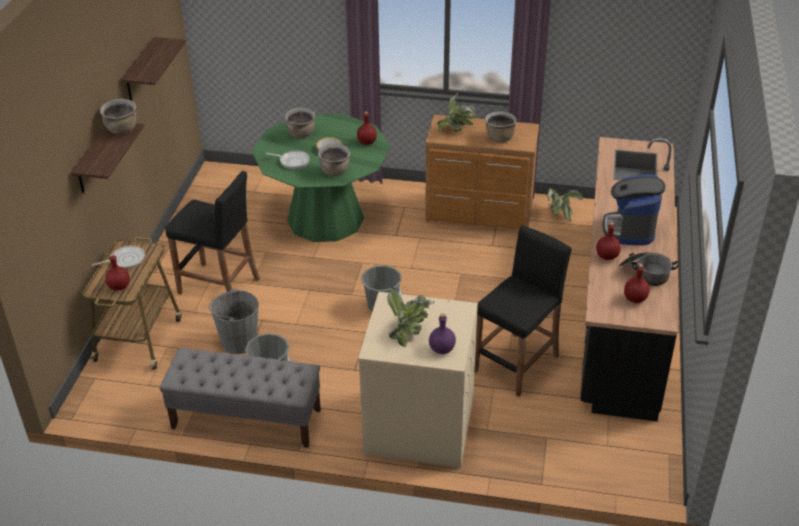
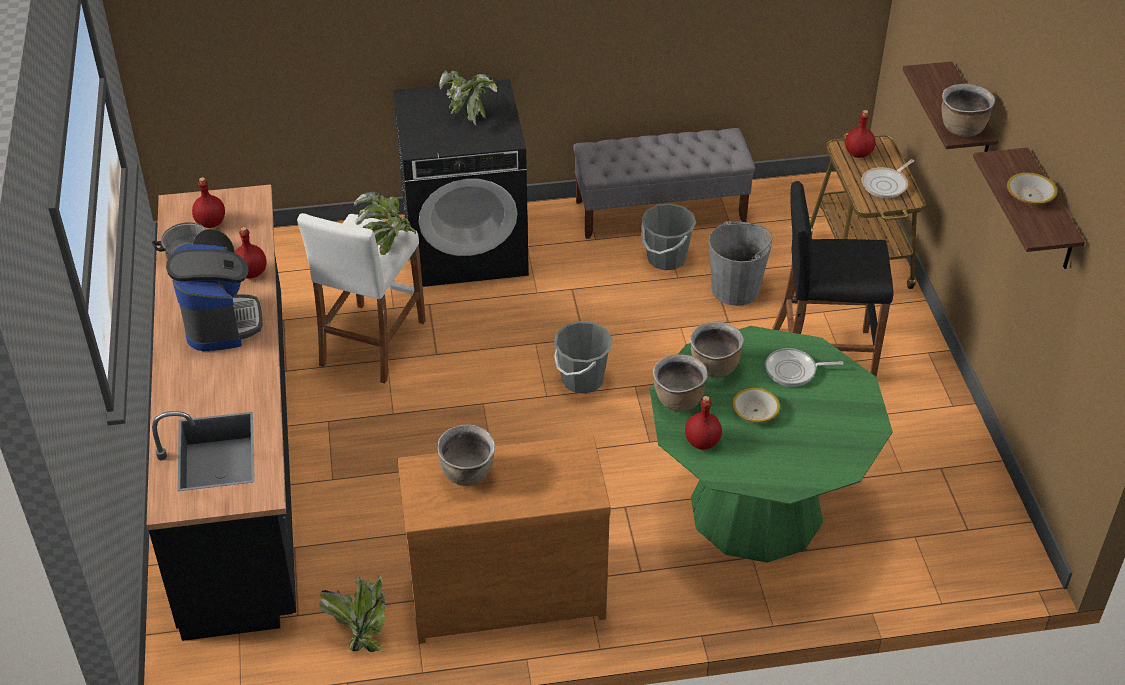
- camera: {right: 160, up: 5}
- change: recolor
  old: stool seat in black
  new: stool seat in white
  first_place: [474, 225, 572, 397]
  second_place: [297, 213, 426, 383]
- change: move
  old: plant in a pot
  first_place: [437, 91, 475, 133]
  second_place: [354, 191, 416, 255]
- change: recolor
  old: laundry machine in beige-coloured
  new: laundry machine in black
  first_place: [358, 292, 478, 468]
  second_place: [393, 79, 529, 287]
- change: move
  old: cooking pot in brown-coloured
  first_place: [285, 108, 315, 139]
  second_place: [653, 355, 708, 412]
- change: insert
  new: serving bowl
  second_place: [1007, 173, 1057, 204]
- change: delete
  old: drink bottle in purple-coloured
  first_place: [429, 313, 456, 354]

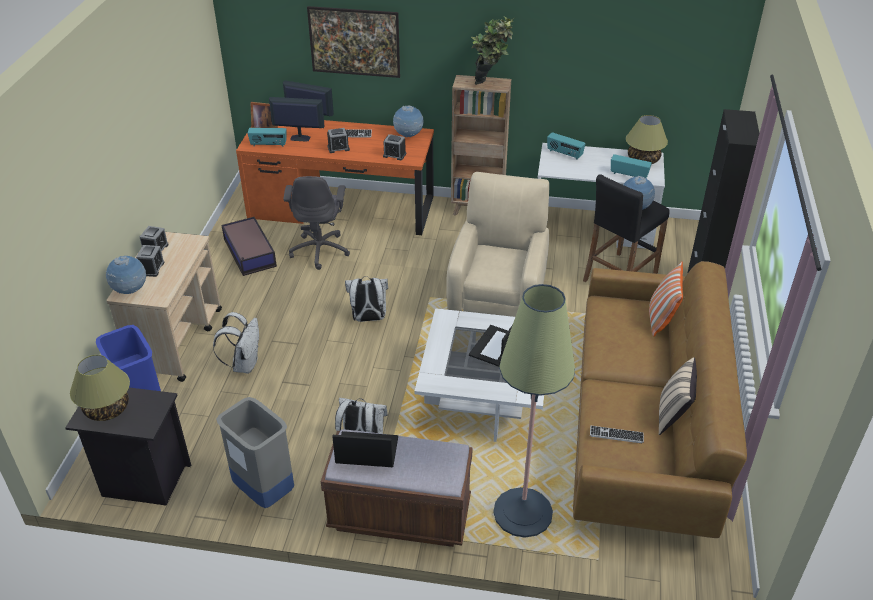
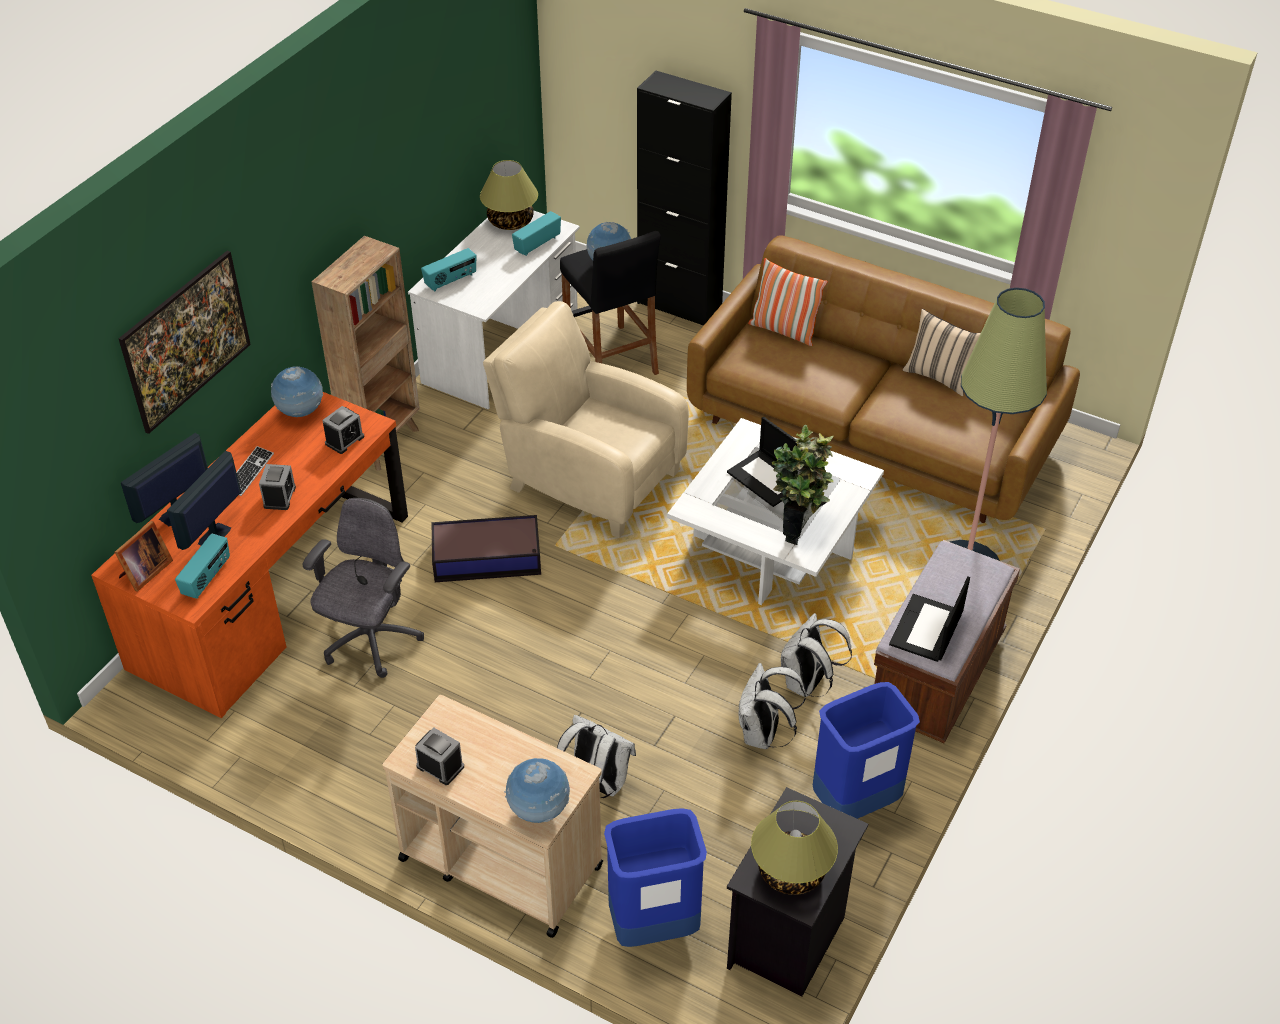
- camera: {right: -70, up: 5}
- change: rotate
  old: office chair in greyish
  first_place: [283, 176, 350, 270]
  second_place: [303, 498, 424, 678]
  degrees: -90
- change: move
  old: storage bin
  first_place: [222, 217, 277, 276]
  second_place: [431, 515, 541, 582]
- change: move
  old: rucksack in white
  first_place: [345, 276, 388, 322]
  second_place: [739, 663, 806, 749]
- change: move
  old: plant in a pot
  first_place: [471, 17, 514, 85]
  second_place: [772, 424, 833, 545]
- change: recolor
  old: waste bin in greyish
  new: waste bin in blue
  first_place: [216, 397, 294, 508]
  second_place: [813, 682, 920, 819]
- change: delete
  old: bedside clock
  first_place: [136, 245, 164, 277]
- change: delete
  old: keyboard
  first_place: [590, 426, 644, 443]

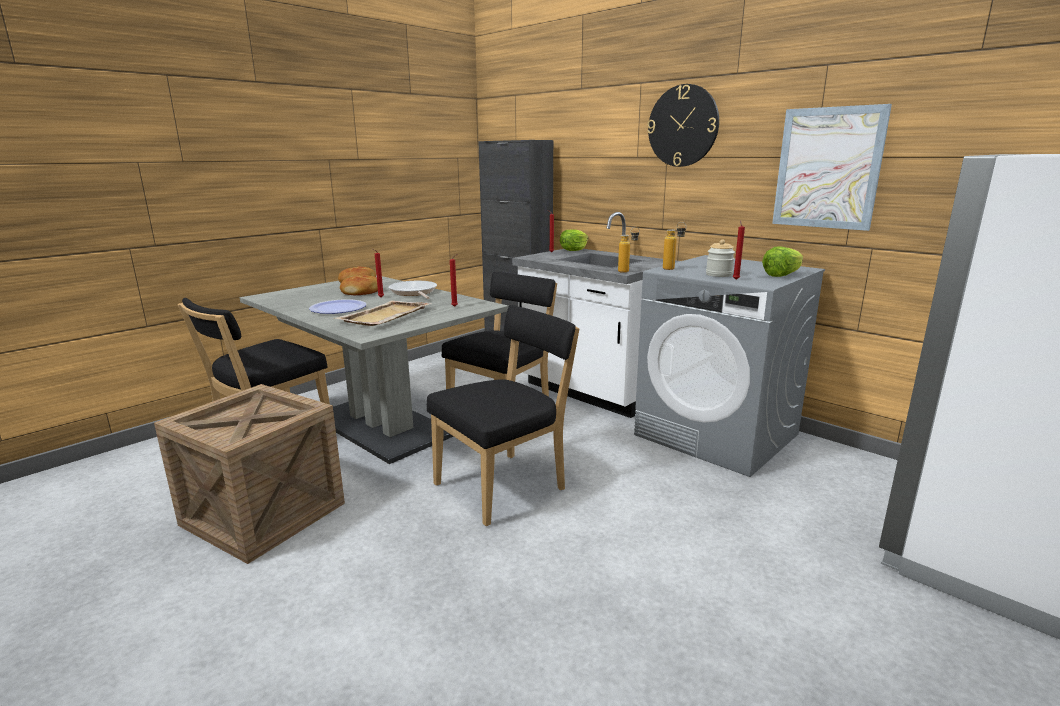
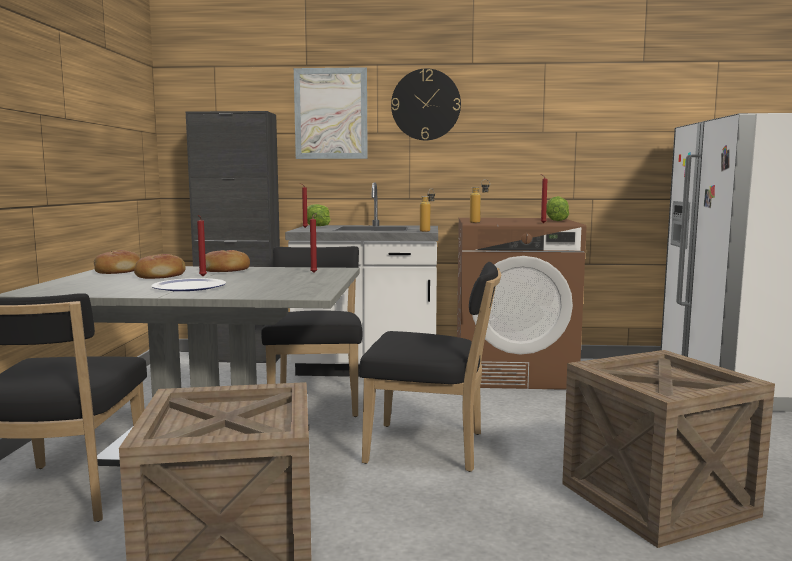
- camera: {right: -40, up: -10}
- change: replace
  old: pan
  new: bakery bread
  first_place: [388, 281, 437, 299]
  second_place: [205, 250, 250, 272]
- change: move
  old: picture
  first_place: [772, 104, 892, 231]
  second_place: [294, 67, 368, 159]
- change: rotate
  old: plain chair in black
  first_place: [427, 305, 579, 526]
  second_place: [359, 262, 501, 472]
  degrees: 90
- change: recolor
  old: laundry machine in greyish
  new: laundry machine in brown-coloured
  first_place: [634, 255, 825, 477]
  second_place: [457, 218, 586, 390]
- change: insert
  new: crate
  second_place: [562, 350, 775, 548]
- change: delete
  old: serving tray in beige-coloured
  first_place: [334, 300, 432, 326]
- change: delete
  old: preserve jar
  first_place: [706, 239, 735, 277]

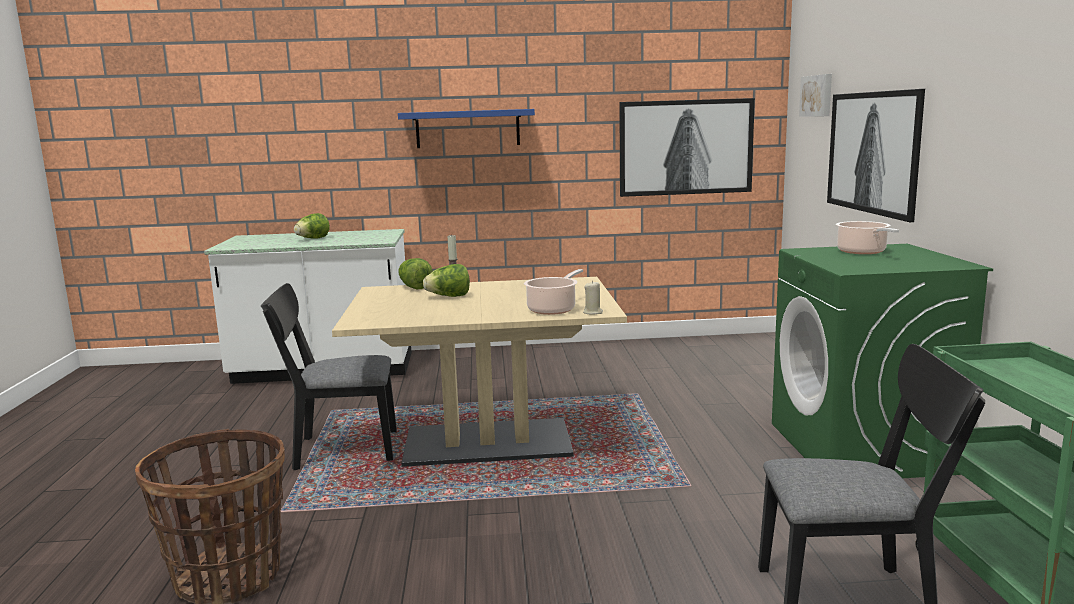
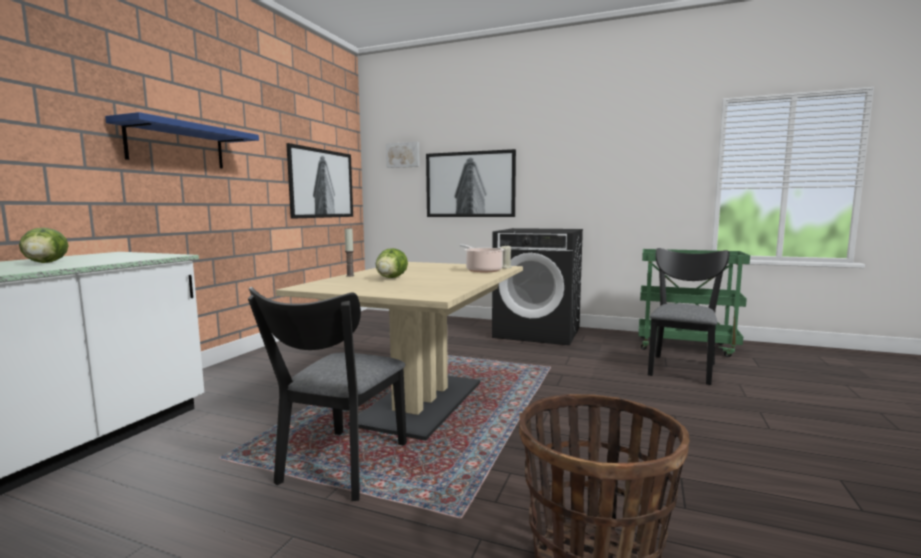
- camera: {right: -65, up: -5}
- change: recolor
  old: laundry machine in green-coloured
  new: laundry machine in black
  first_place: [772, 244, 993, 478]
  second_place: [492, 228, 583, 345]
- change: delete
  old: head of lettuce
  first_place: [398, 258, 433, 289]
- change: delete
  old: cooking pot
  first_place: [836, 221, 899, 254]

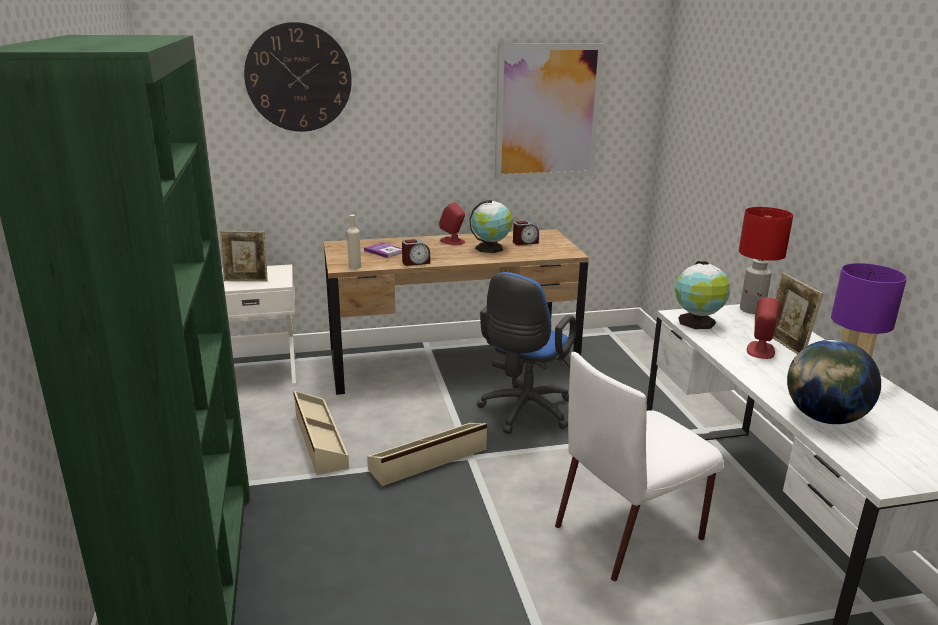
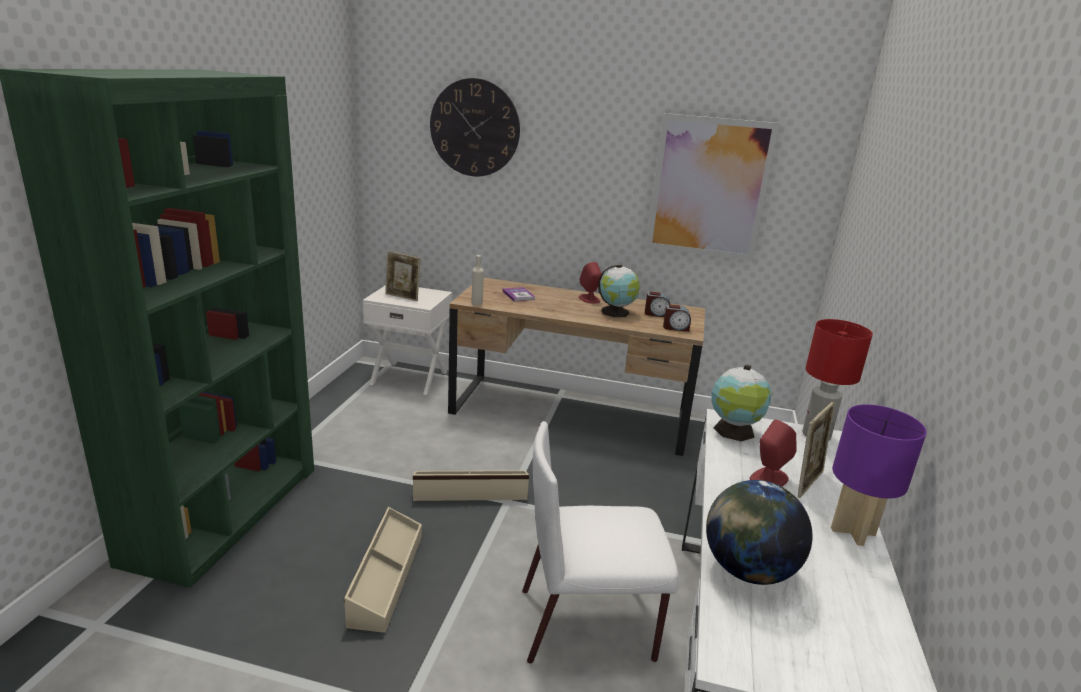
- camera: {right: 25, up: 0}
- change: move
  old: storage bin in beige-coloured
  first_place: [293, 391, 349, 475]
  second_place: [344, 507, 422, 633]
- change: move
  old: bedside clock
  first_place: [402, 239, 430, 266]
  second_place: [663, 304, 691, 332]
- change: rotate
  old: photo frame
  first_place: [773, 272, 823, 354]
  second_place: [798, 402, 835, 498]
  degrees: -150
- change: delete
  old: office chair in blue
  first_place: [477, 272, 577, 434]

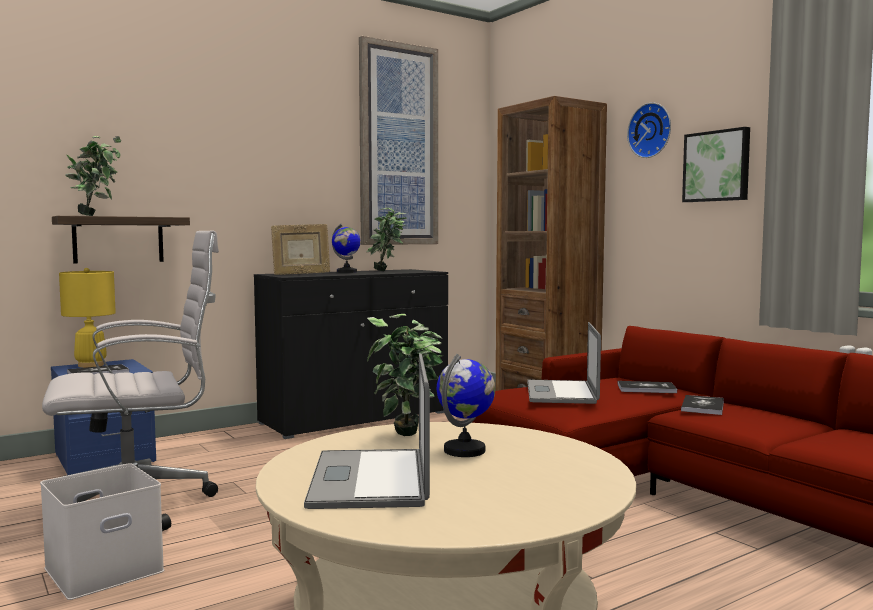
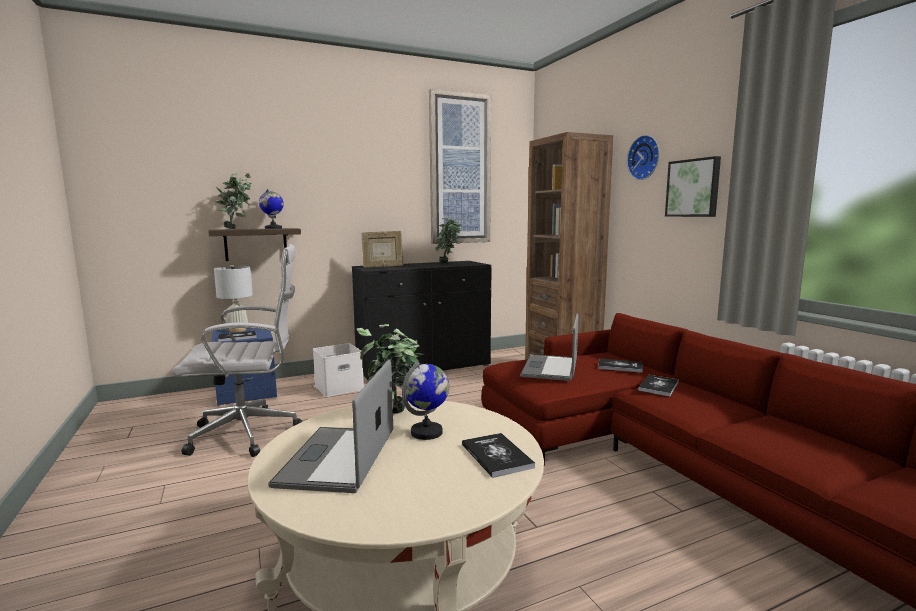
- camera: {right: 10, up: 5}
- change: recolor
  old: lamp for a table in yellowish
  new: lamp for a table in white
  first_place: [59, 268, 116, 368]
  second_place: [214, 265, 253, 332]
- change: move
  old: globe
  first_place: [332, 224, 360, 273]
  second_place: [259, 189, 284, 229]
- change: move
  old: storage bin in white
  first_place: [40, 463, 164, 600]
  second_place: [313, 343, 364, 397]
- change: insert
  new: volume
  second_place: [462, 433, 535, 478]

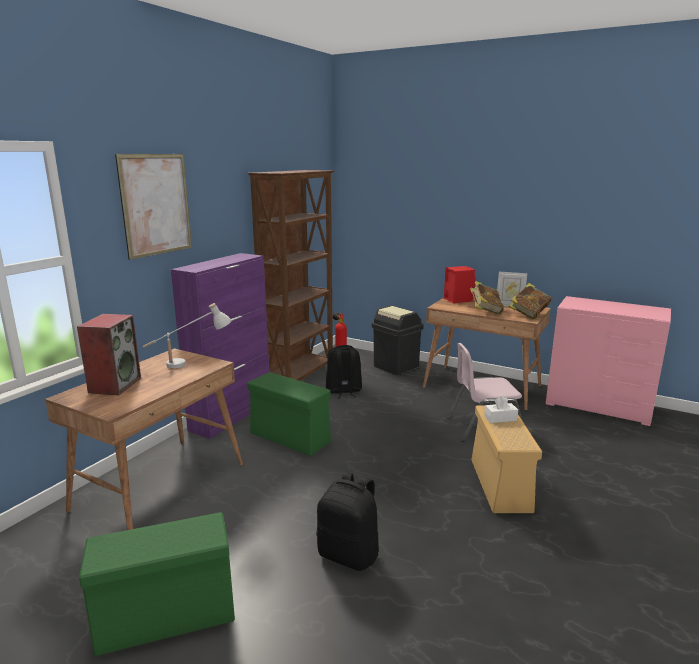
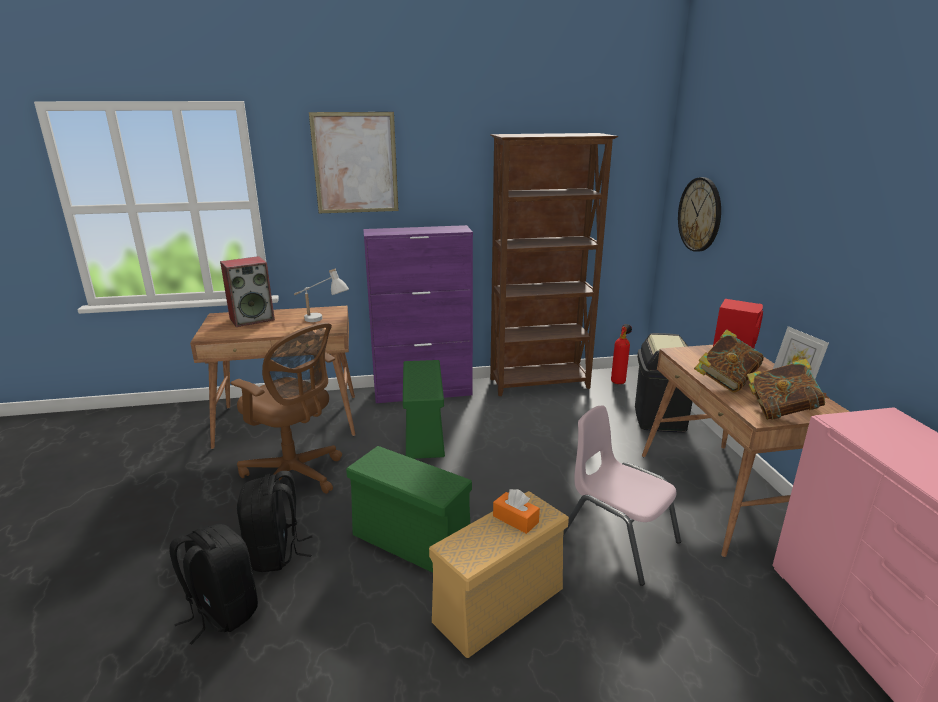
- camera: {right: 50, up: 5}
- change: move
  old: rucksack in black
  first_place: [326, 345, 362, 399]
  second_place: [169, 524, 258, 644]
- change: insert
  new: office chair in brown-coloured
  second_place: [230, 322, 342, 494]
- change: move
  old: storage bin in green-coloured
  first_place: [79, 512, 235, 656]
  second_place: [346, 446, 472, 573]
- change: recolor
  old: box of tissues in white
  new: box of tissues in orangey
  first_place: [484, 396, 518, 423]
  second_place: [493, 489, 540, 534]
- change: insert
  new: wall clock
  second_place: [678, 177, 721, 252]

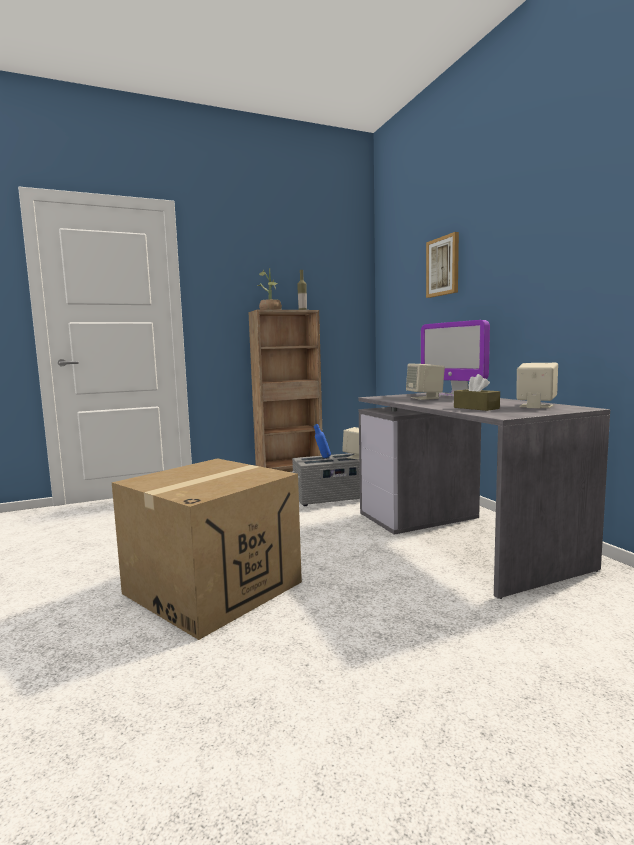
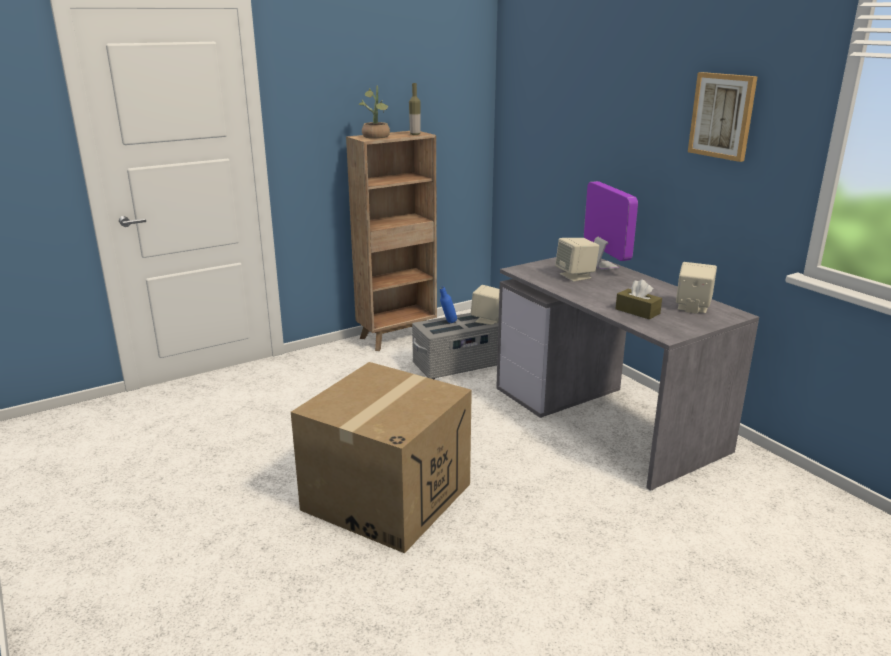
- camera: {right: -10, up: 15}
- change: rotate
  old: computer screen
  first_place: [421, 320, 490, 396]
  second_place: [584, 181, 638, 270]
  degrees: -150
- change: move
  old: picture
  first_place: [426, 232, 459, 298]
  second_place: [688, 72, 758, 162]

